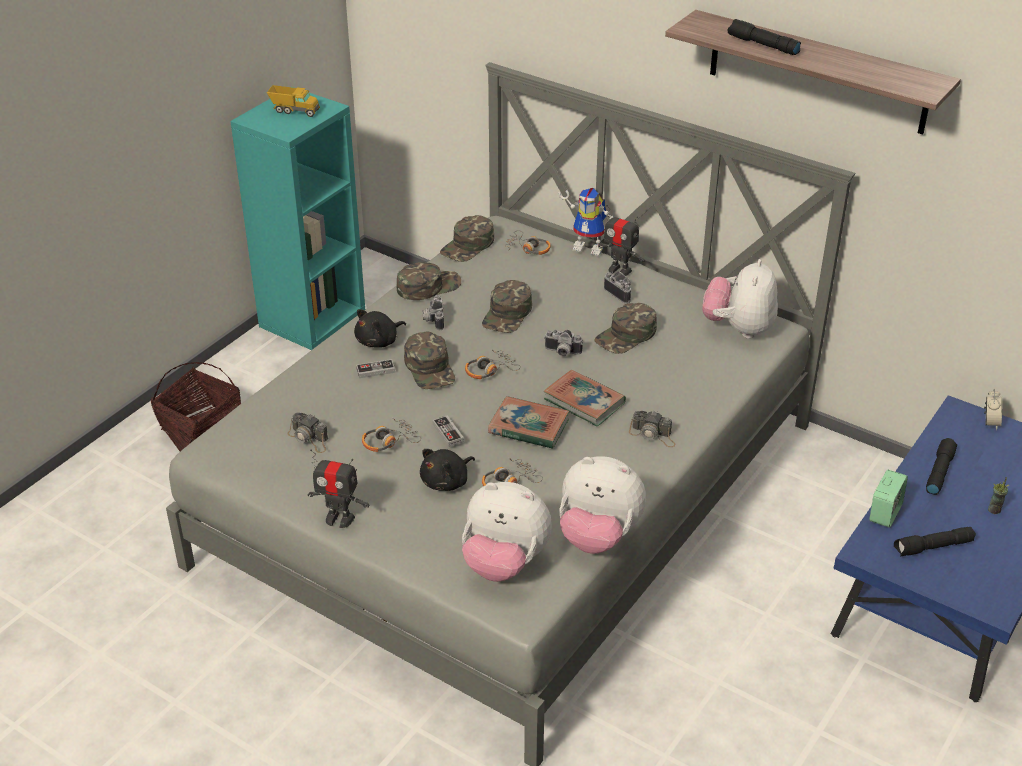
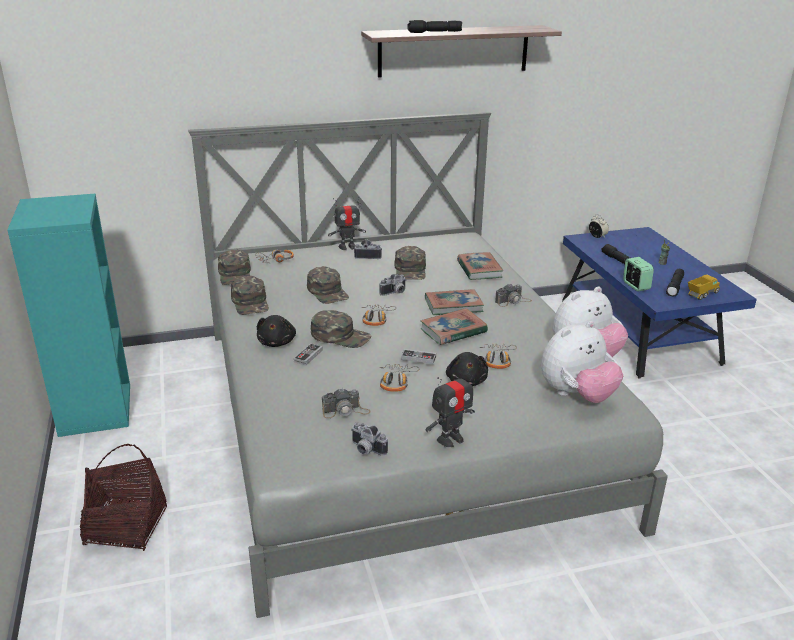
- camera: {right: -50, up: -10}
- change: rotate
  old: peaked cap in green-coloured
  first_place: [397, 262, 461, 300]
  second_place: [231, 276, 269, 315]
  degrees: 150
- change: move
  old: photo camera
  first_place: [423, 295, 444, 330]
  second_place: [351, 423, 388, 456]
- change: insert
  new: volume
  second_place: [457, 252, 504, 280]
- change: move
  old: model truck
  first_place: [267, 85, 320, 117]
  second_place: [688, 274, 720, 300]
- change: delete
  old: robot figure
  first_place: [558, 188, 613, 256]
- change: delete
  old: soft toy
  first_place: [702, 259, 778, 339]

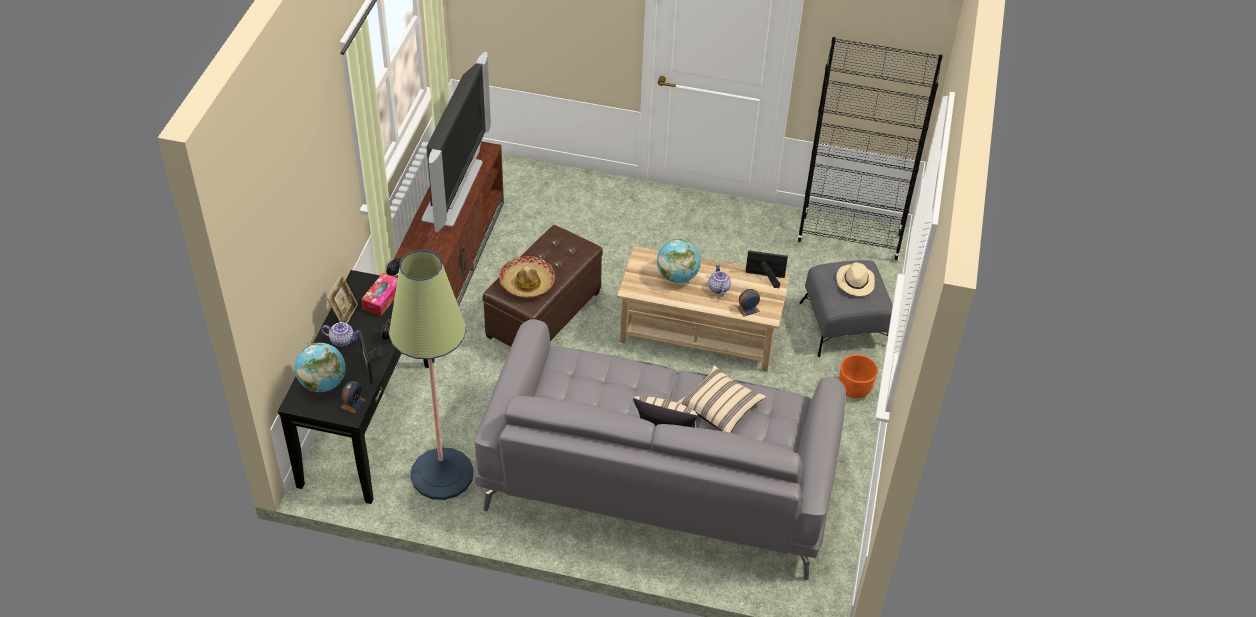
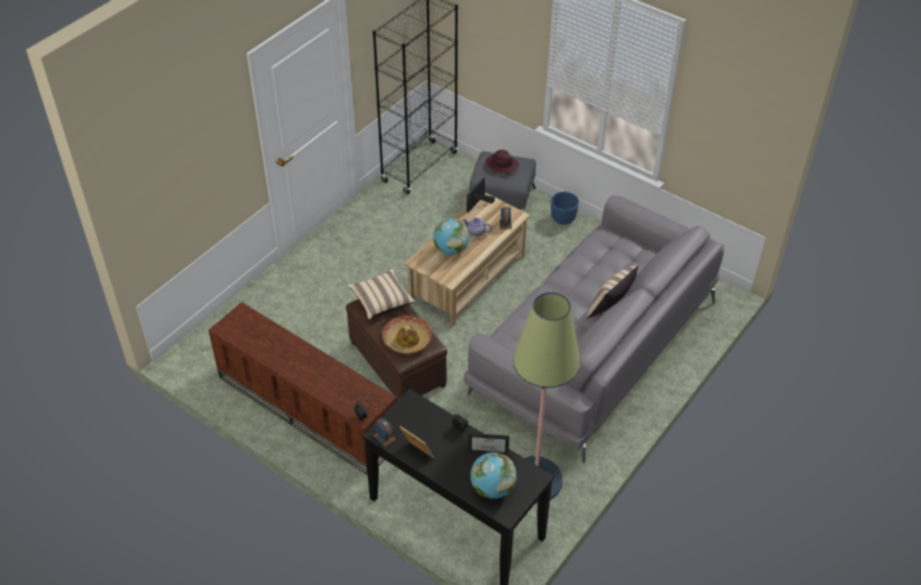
- camera: {right: -65, up: 0}
- change: move
  old: pillow in beige-coloured
  first_place: [677, 365, 766, 433]
  second_place: [347, 268, 415, 320]
- change: move
  old: bedside clock
  first_place: [341, 381, 366, 414]
  second_place: [374, 418, 396, 447]
- change: recolor
  old: clothing hat in beige-coloured
  new: clothing hat in purple-coloured
  first_place: [836, 263, 875, 296]
  second_place: [485, 150, 519, 174]
- change: recolor
  old: plant pot in orangey
  new: plant pot in blue
  first_place: [839, 355, 878, 398]
  second_place: [551, 192, 579, 225]
- change: delete
  old: pot for tea
  first_place: [321, 322, 358, 347]
- change: delete
  old: box of tissues
  first_place: [361, 273, 398, 316]
- change: delete
  old: television
  first_place: [422, 52, 491, 232]

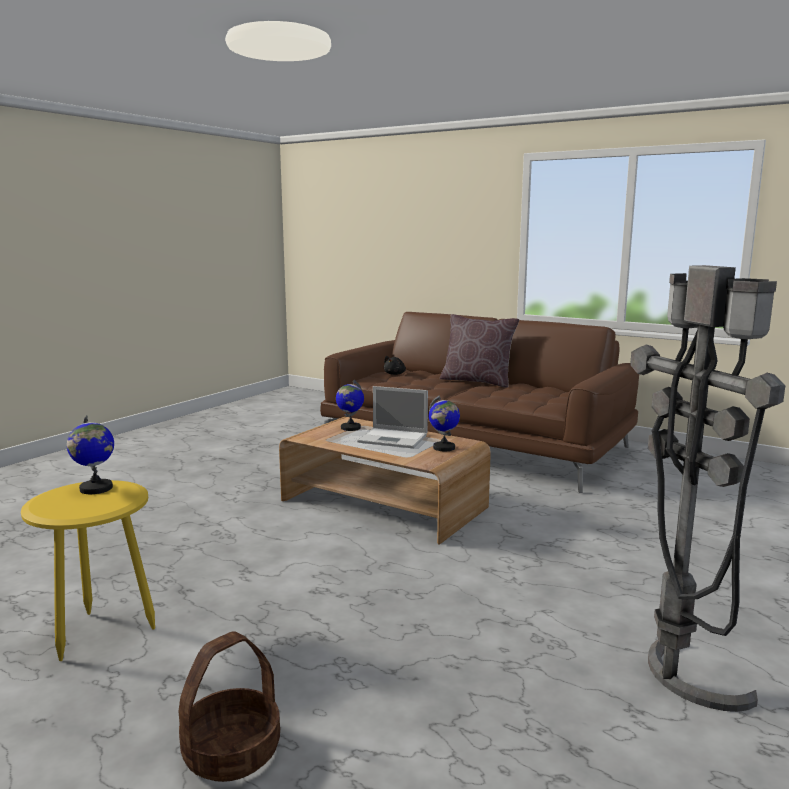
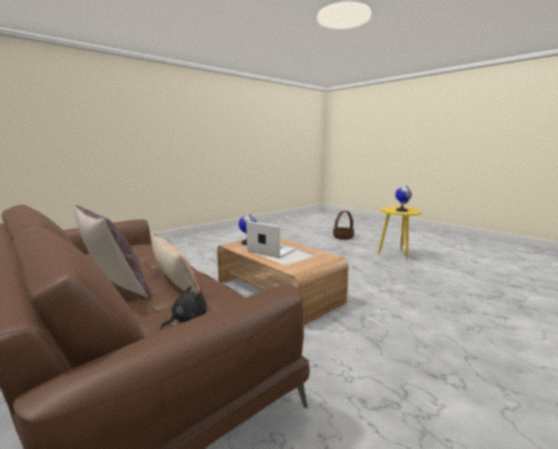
- camera: {right: -165, up: 0}
- change: insert
  new: pillow
  second_place: [151, 232, 200, 293]
- change: delete
  old: globe
  first_place: [336, 380, 364, 431]
- change: delete
  old: standard lamp in greyish
  first_place: [630, 265, 785, 712]

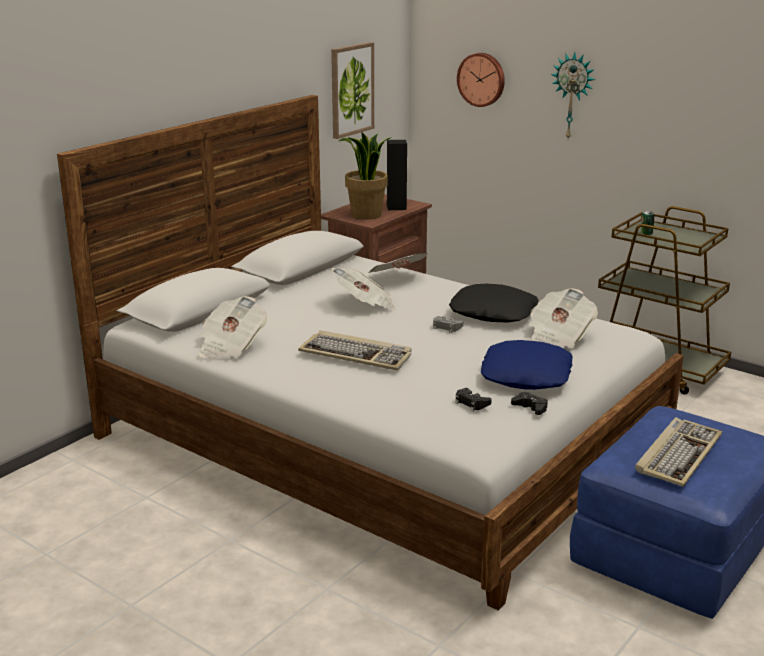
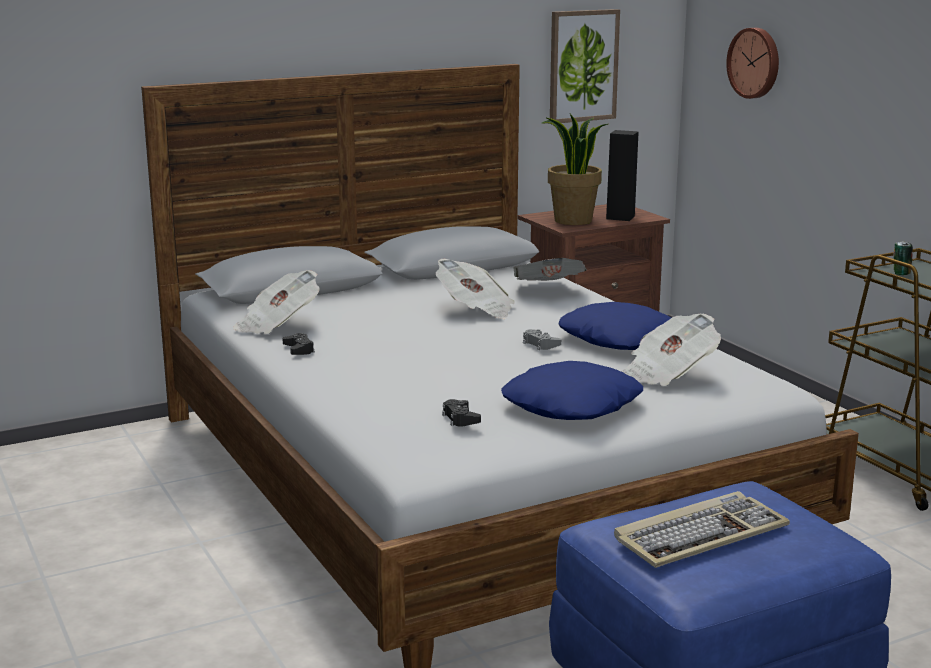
- camera: {right: 25, up: -5}
- change: move
  old: joypad in black
  first_place: [511, 392, 548, 415]
  second_place: [282, 333, 315, 355]
- change: recolor
  old: pillow in black
  new: pillow in blue
  first_place: [449, 284, 539, 323]
  second_place: [558, 302, 671, 350]
- change: delete
  old: keyboard
  first_place: [298, 330, 412, 370]
- change: delete
  old: wall clock
  first_place: [551, 52, 595, 139]

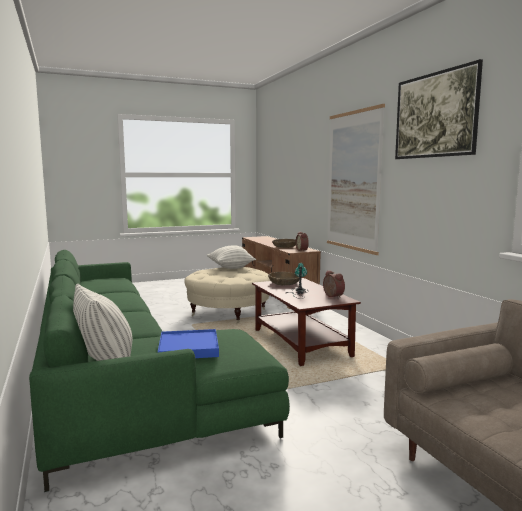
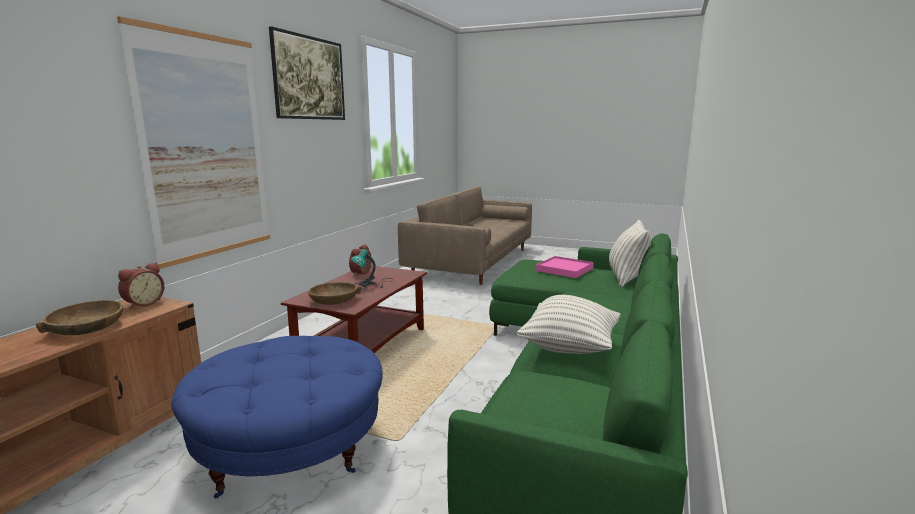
- camera: {right: -135, up: 5}
- change: recolor
  old: pouffe in beige-coloured
  new: pouffe in blue
  first_place: [184, 267, 270, 324]
  second_place: [171, 336, 383, 498]
- change: move
  old: pillow
  first_place: [207, 245, 256, 269]
  second_place: [517, 295, 621, 354]
- change: recolor
  old: serving tray in blue
  new: serving tray in pink-coloured
  first_place: [158, 329, 219, 358]
  second_place: [536, 256, 594, 278]

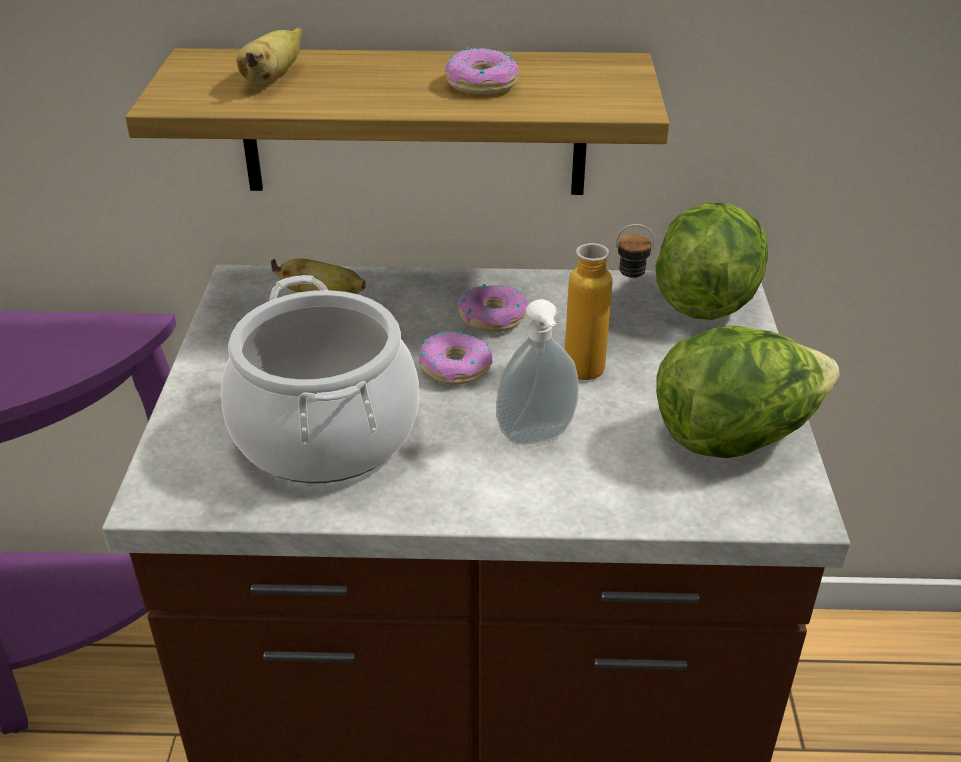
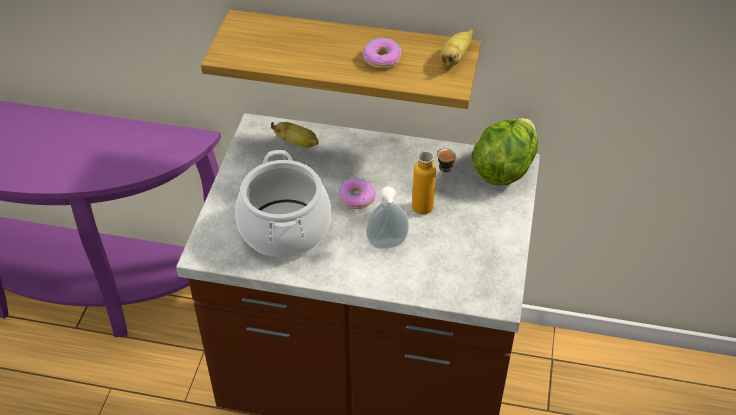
- camera: {right: 10, up: 10}
- change: move
  old: banana
  first_place: [236, 28, 302, 85]
  second_place: [441, 29, 474, 66]
- change: delete
  old: donut
  first_place: [458, 284, 528, 332]
- change: delete
  old: head of lettuce
  first_place: [656, 326, 840, 458]

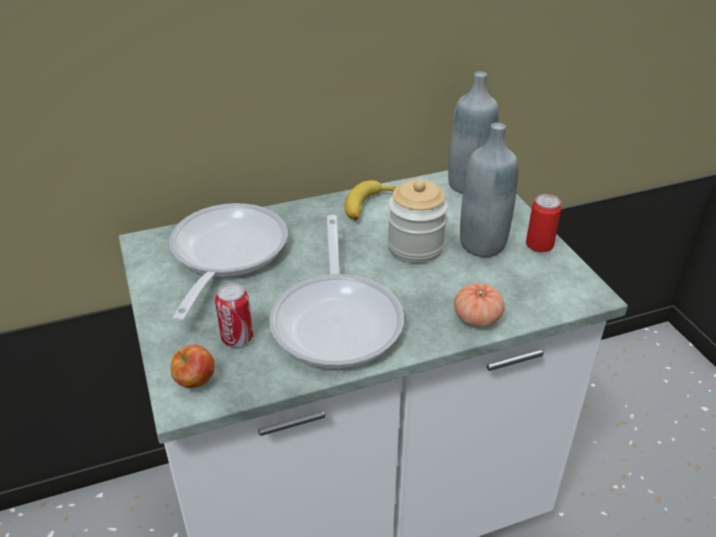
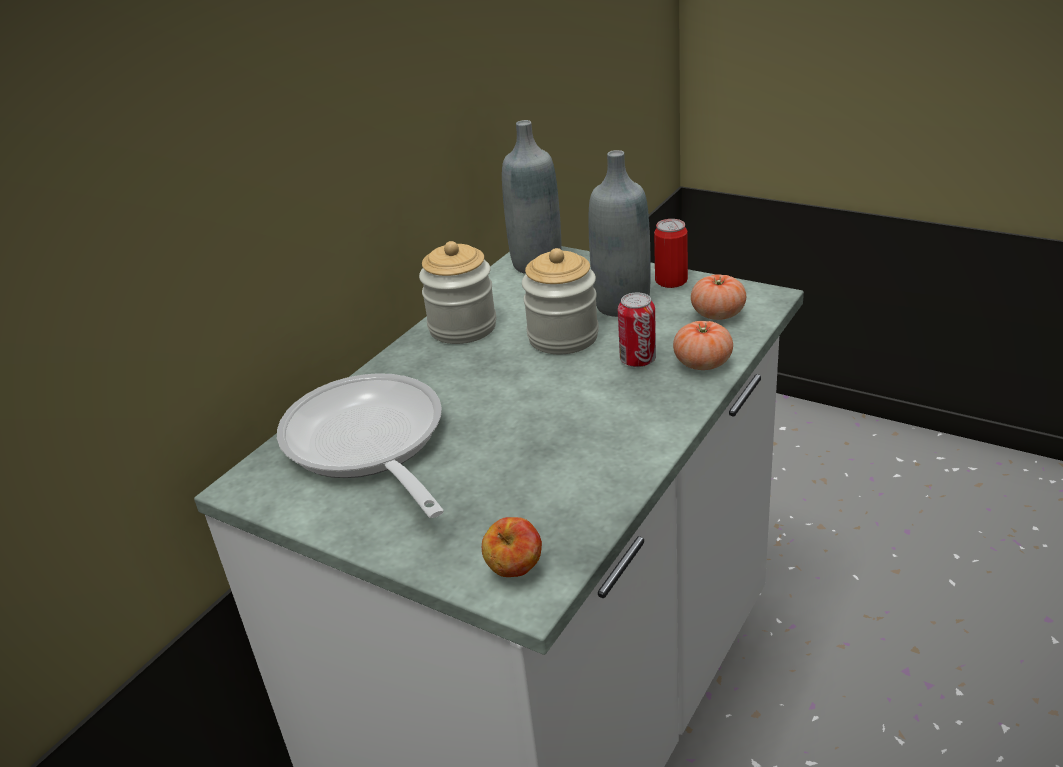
- camera: {right: -35, up: -5}
- change: replace
  old: banana
  new: preserve jar
  first_place: [344, 180, 396, 220]
  second_place: [419, 241, 496, 344]
- change: move
  old: sealed can
  first_place: [215, 283, 253, 347]
  second_place: [618, 292, 656, 367]
- change: insert
  new: whole tomato
  second_place: [691, 274, 746, 320]
- change: delete
  old: pan
  first_place: [269, 215, 404, 369]

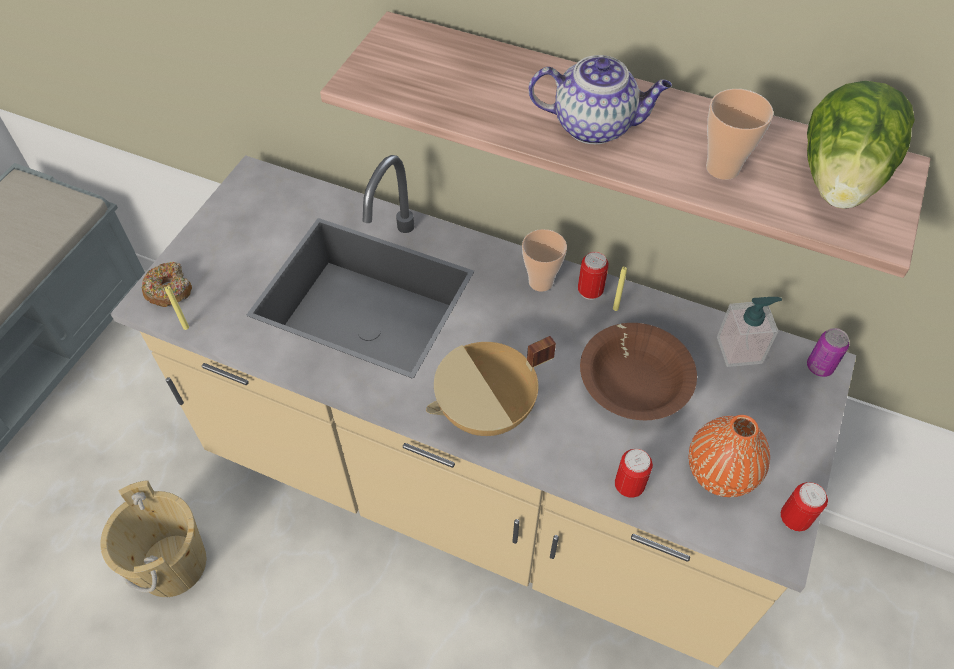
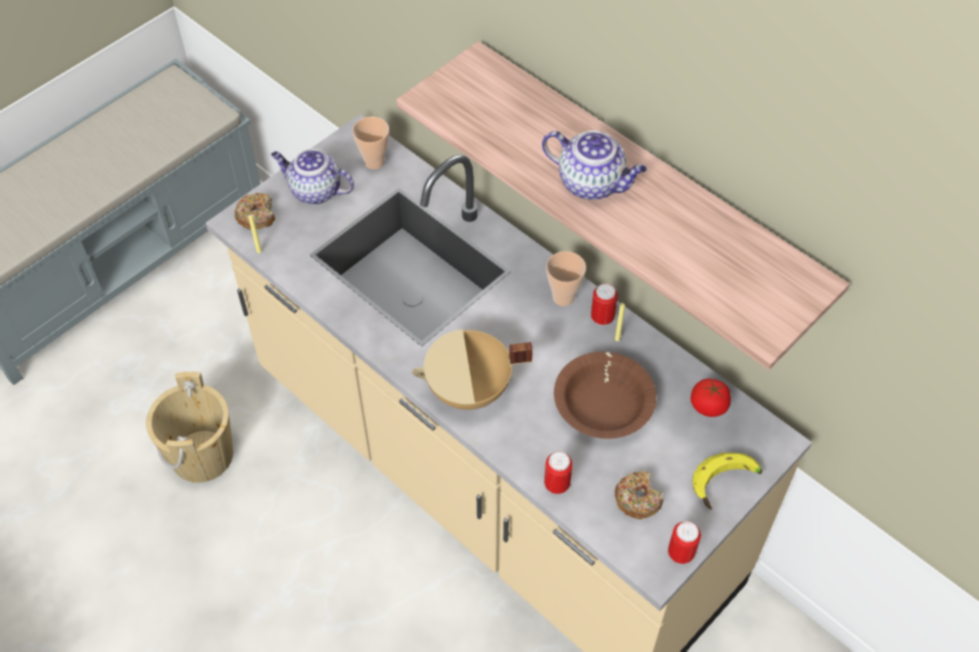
- camera: {right: 20, up: 0}
- change: insert
  new: pot for tea
  second_place: [271, 149, 354, 205]
- change: move
  old: drinking cup
  first_place: [706, 89, 774, 180]
  second_place: [353, 117, 389, 170]
- change: replace
  old: decorative vase in orangey
  new: donut
  first_place: [689, 415, 770, 497]
  second_place: [615, 471, 664, 519]
- change: replace
  old: soap bottle
  new: whole tomato
  first_place: [717, 297, 782, 367]
  second_place: [691, 379, 731, 417]
- change: insert
  new: banana
  second_place: [692, 453, 762, 510]
- change: delete
  old: head of lettuce
  first_place: [807, 81, 915, 209]
- change: delete
  old: sealed can
  first_place: [807, 328, 849, 377]

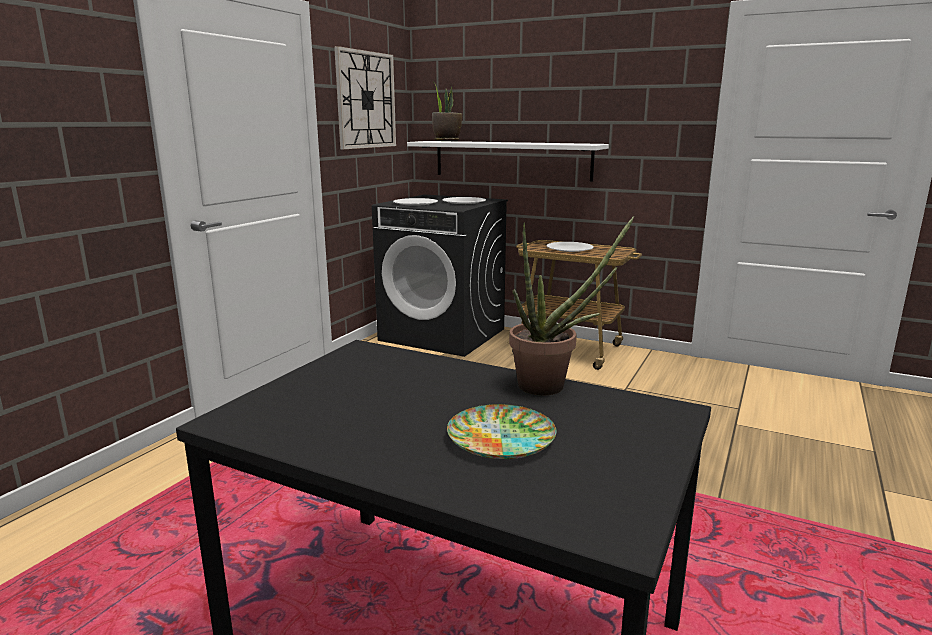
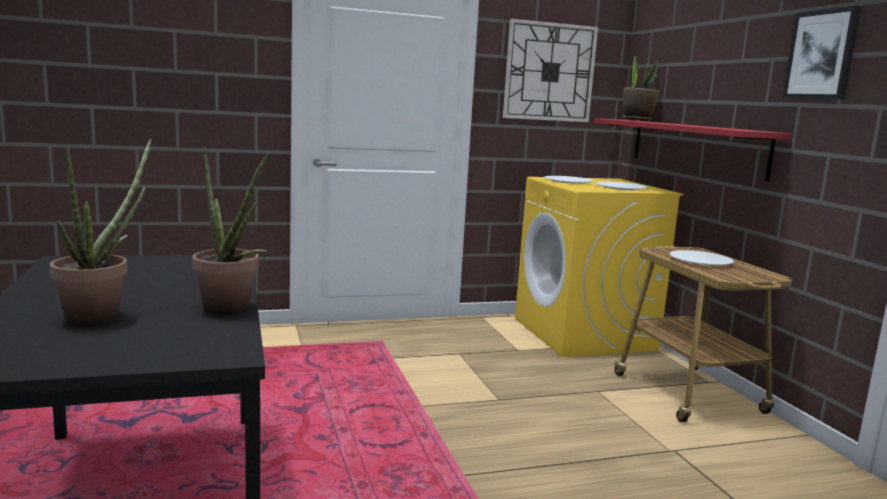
- camera: {right: 45, up: -5}
- change: replace
  old: plate
  new: plant in a pot
  first_place: [447, 404, 556, 459]
  second_place: [50, 139, 151, 327]
- change: recolor
  old: laundry machine in black
  new: laundry machine in yellowish
  first_place: [372, 194, 508, 357]
  second_place: [515, 177, 683, 357]
- change: recolor
  old: bracket shelf in white
  new: bracket shelf in red-coloured
  first_place: [407, 141, 609, 181]
  second_place: [594, 118, 791, 182]
- change: insert
  new: picture
  second_place: [782, 5, 861, 100]

